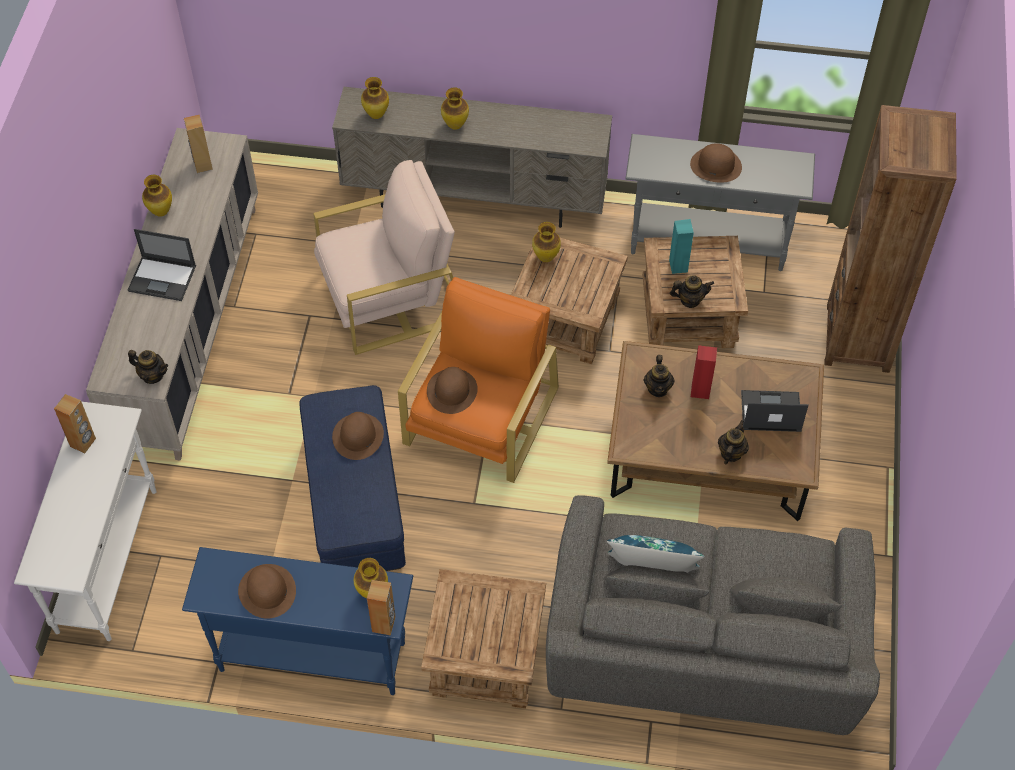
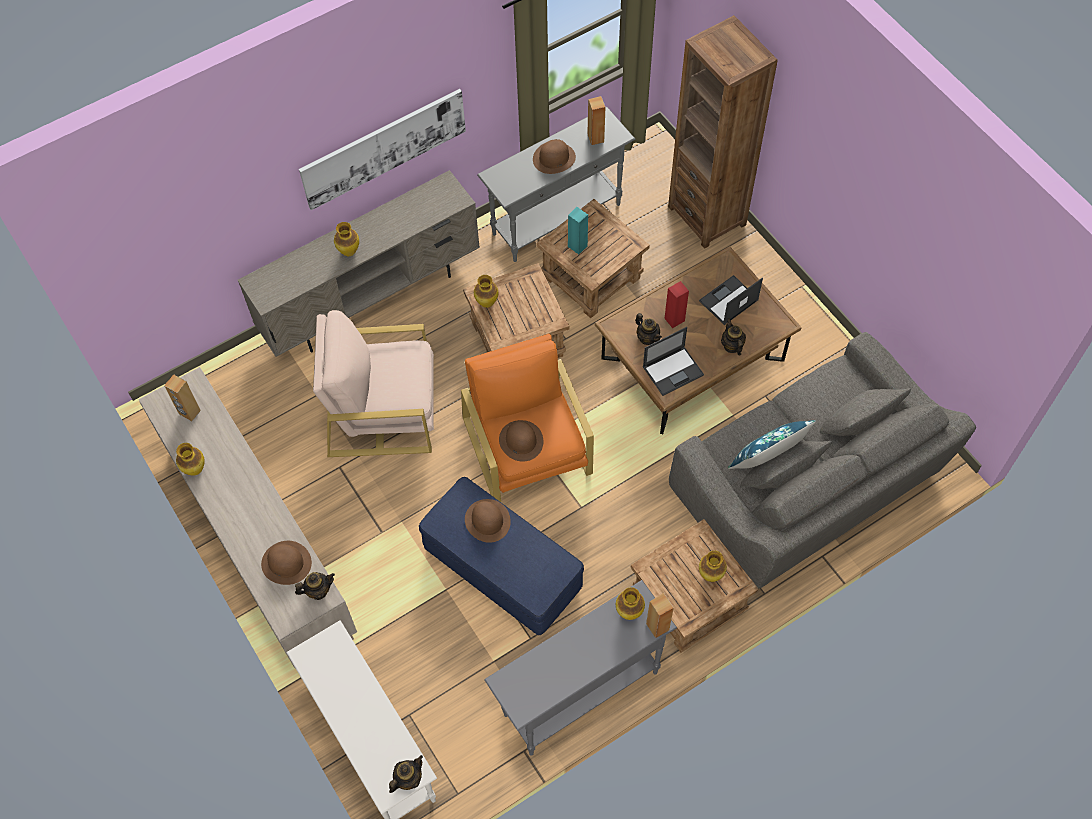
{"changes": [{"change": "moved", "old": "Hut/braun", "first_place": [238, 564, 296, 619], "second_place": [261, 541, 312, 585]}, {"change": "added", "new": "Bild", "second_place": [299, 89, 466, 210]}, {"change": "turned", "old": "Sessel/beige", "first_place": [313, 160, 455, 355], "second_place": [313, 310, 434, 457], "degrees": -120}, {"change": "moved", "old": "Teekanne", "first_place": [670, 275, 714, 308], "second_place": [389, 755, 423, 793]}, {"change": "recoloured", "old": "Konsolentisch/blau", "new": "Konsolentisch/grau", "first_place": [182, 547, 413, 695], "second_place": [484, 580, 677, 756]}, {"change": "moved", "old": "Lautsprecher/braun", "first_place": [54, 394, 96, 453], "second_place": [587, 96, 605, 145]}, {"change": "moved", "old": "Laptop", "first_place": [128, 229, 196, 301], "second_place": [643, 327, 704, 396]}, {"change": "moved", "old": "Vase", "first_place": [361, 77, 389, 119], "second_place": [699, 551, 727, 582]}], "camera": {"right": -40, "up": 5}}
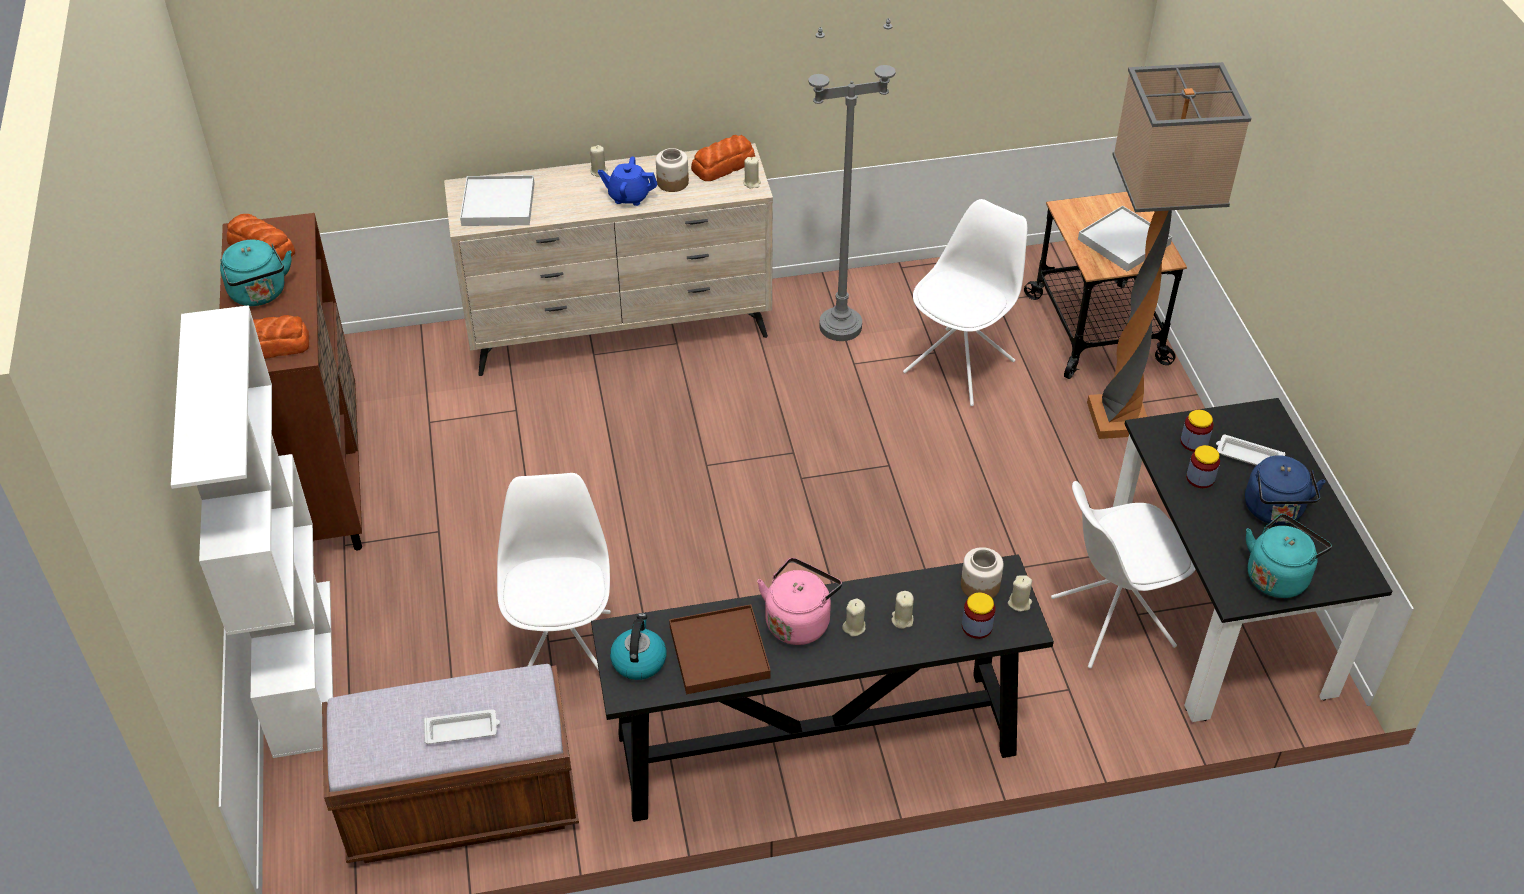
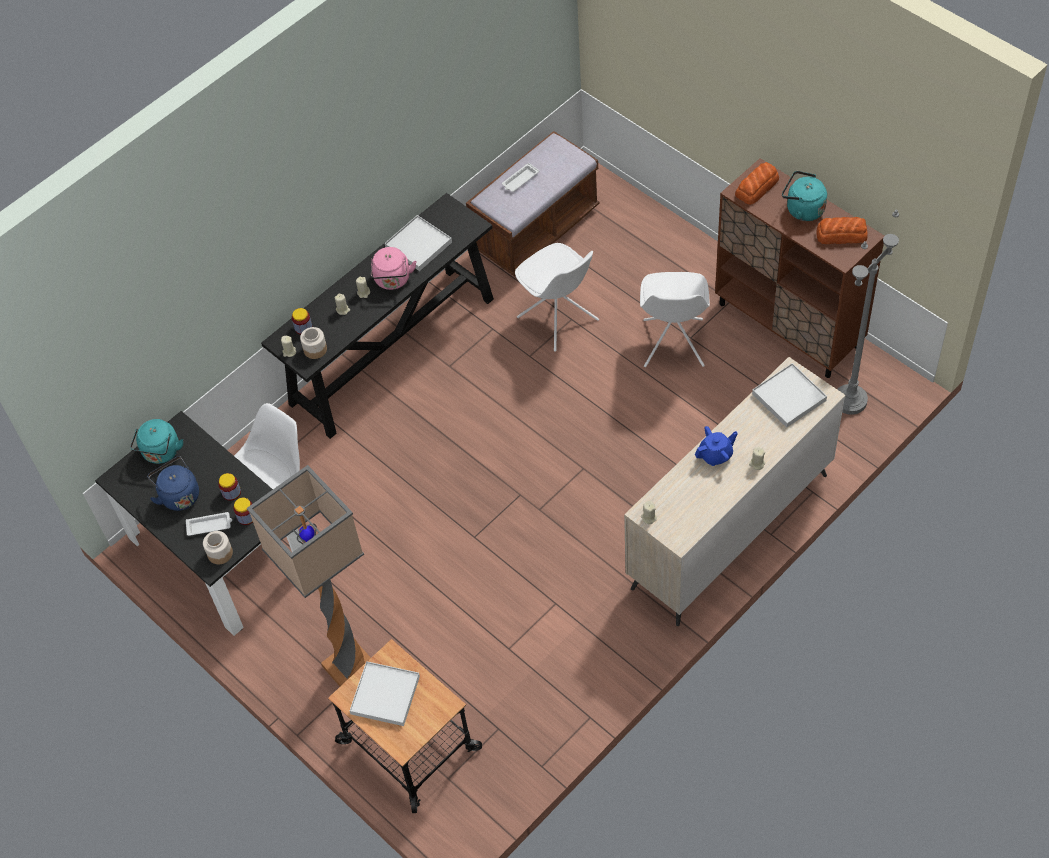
{"changes": [{"change": "moved", "old": "Vorratsglas", "first_place": [656, 148, 689, 192], "second_place": [203, 531, 233, 564]}, {"change": "recoloured", "old": "Tablett/braun", "new": "Tablett/weiß", "first_place": [669, 604, 771, 694], "second_place": [385, 215, 452, 271]}, {"change": "moved", "old": "Stuhl/weiß", "first_place": [903, 199, 1027, 406], "second_place": [640, 272, 710, 367]}, {"change": "moved", "old": "Stehlampe/grau", "first_place": [808, 18, 896, 341], "second_place": [837, 209, 899, 415]}, {"change": "removed", "old": "Bücherregal/weiß", "first_place": [171, 305, 333, 758]}, {"change": "removed", "old": "Wasserkessel", "first_place": [610, 613, 666, 680]}, {"change": "removed", "old": "Brot", "first_place": [691, 135, 755, 181]}], "camera": {"right": 150, "up": 10}}
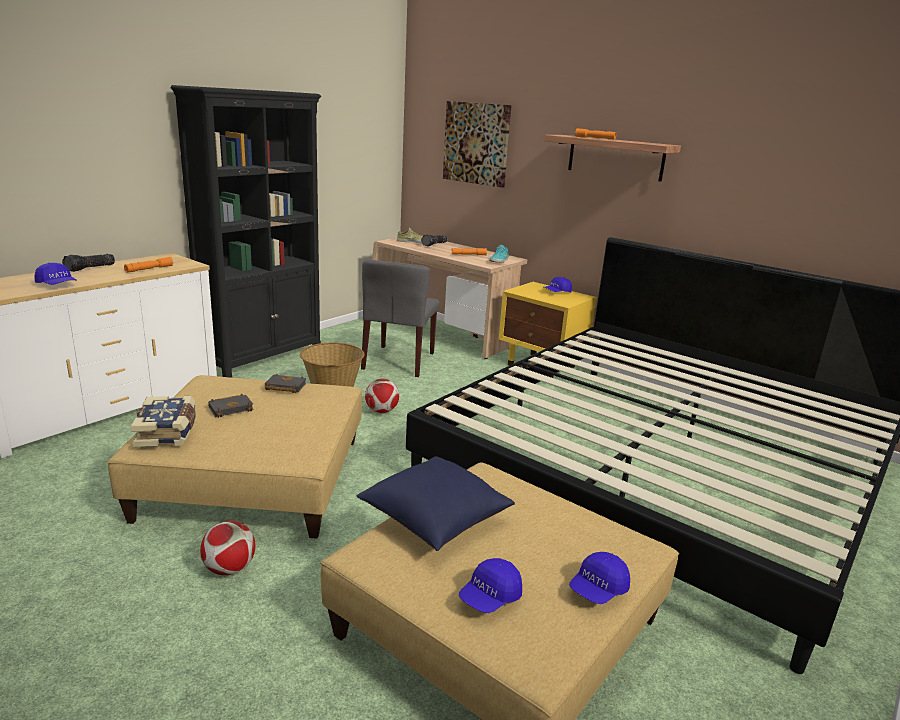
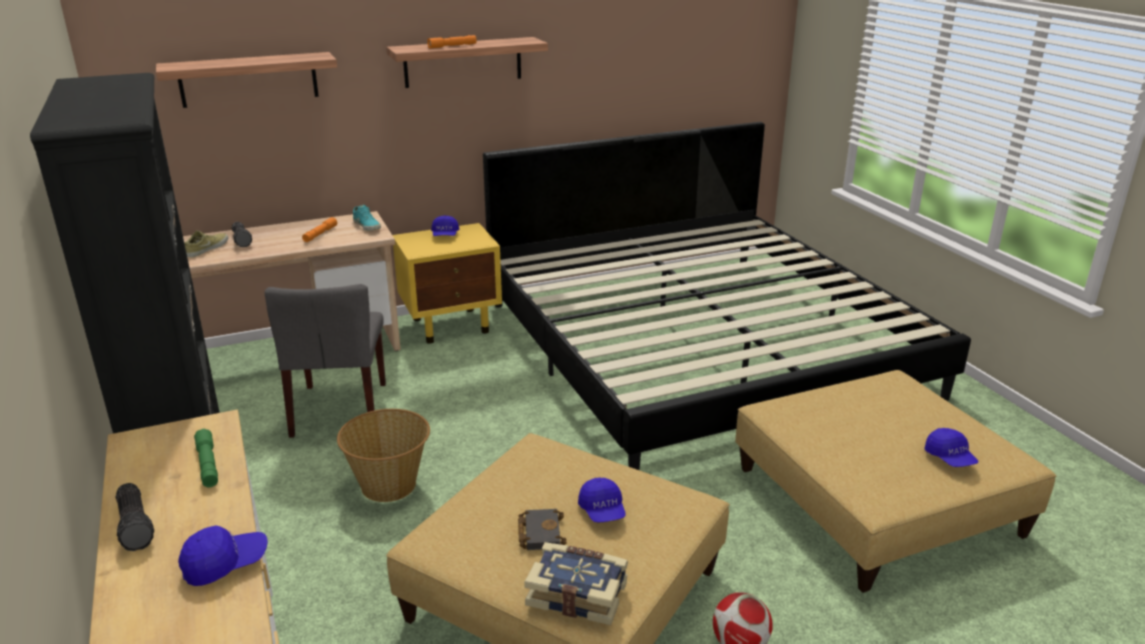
{"changes": [{"change": "replaced", "old": "Bild", "new": "Wandregal", "first_place": [443, 101, 512, 188], "second_place": [156, 52, 337, 108]}, {"change": "recoloured", "old": "Taschenlampe/orange", "new": "Taschenlampe/grün", "first_place": [124, 257, 173, 273], "second_place": [194, 429, 218, 487]}, {"change": "turned", "old": "Stuhl/grau", "first_place": [361, 260, 440, 377], "second_place": [265, 284, 386, 438], "degrees": 45}, {"change": "moved", "old": "Kappe/blau", "first_place": [569, 552, 630, 604], "second_place": [578, 477, 626, 522]}, {"change": "removed", "old": "Buch/schwarz", "first_place": [265, 373, 306, 393]}, {"change": "removed", "old": "Kissen/blau", "first_place": [356, 456, 515, 551]}, {"change": "removed", "old": "Fußball", "first_place": [365, 379, 399, 413]}], "camera": {"right": -60, "up": 5}}
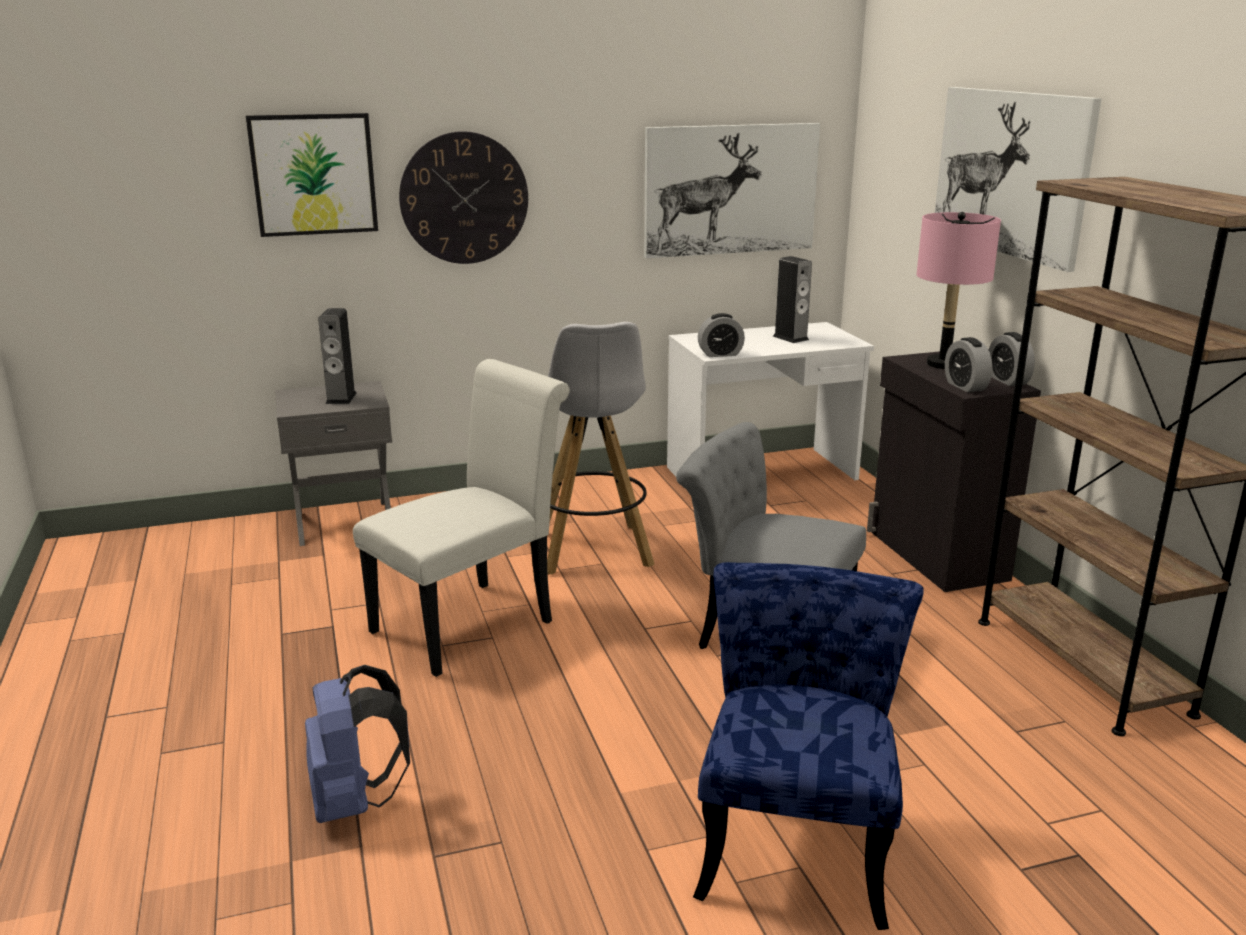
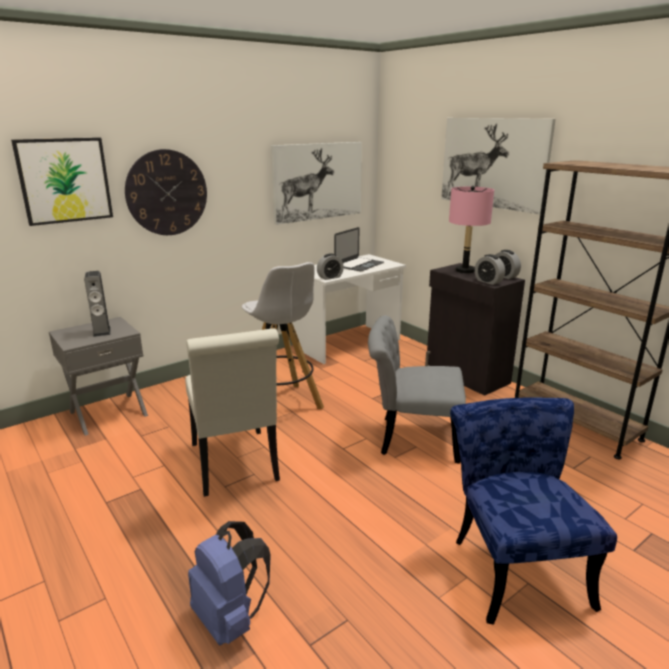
{"changes": [{"change": "turned", "old": "Stuhl/weiß", "first_place": [353, 359, 570, 677], "second_place": [185, 329, 280, 497], "degrees": 135}, {"change": "replaced", "old": "Lautsprecher", "new": "Laptop", "first_place": [773, 256, 812, 343], "second_place": [334, 227, 384, 271]}], "camera": {"right": -20, "up": 0}}
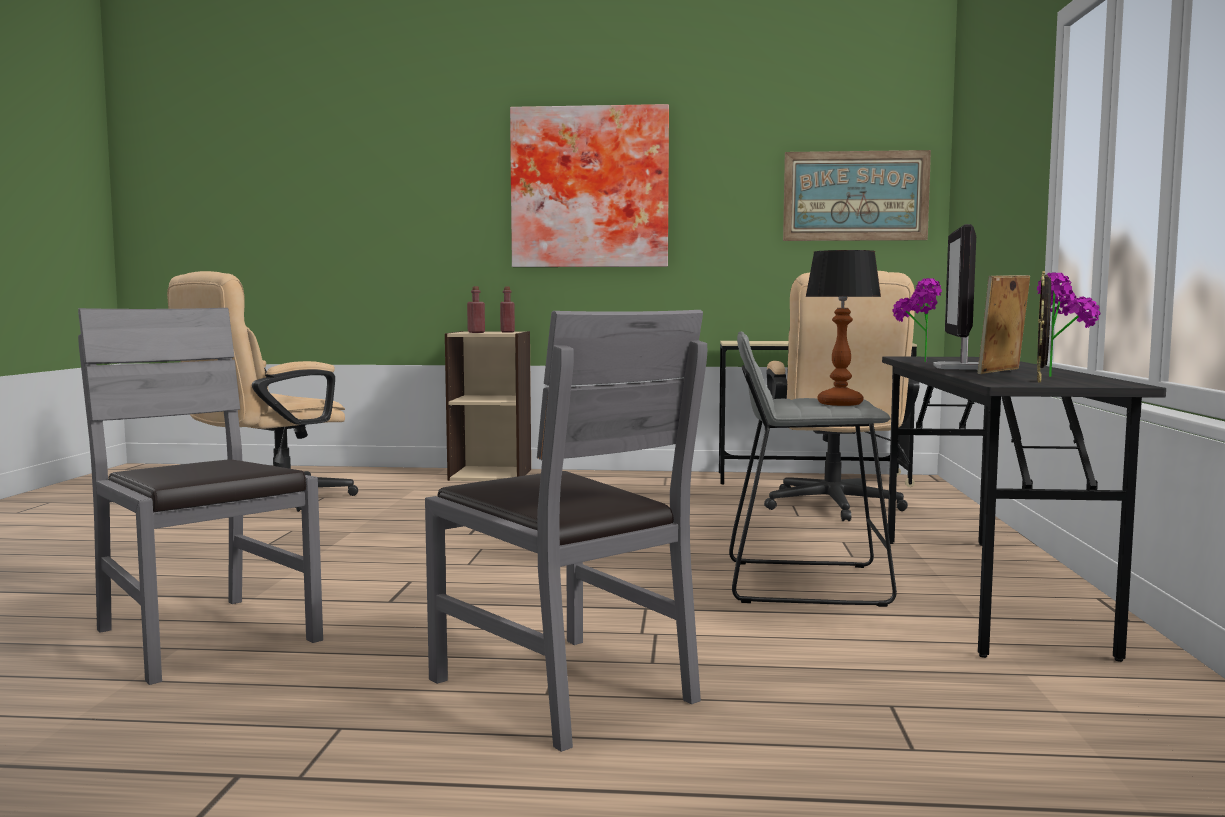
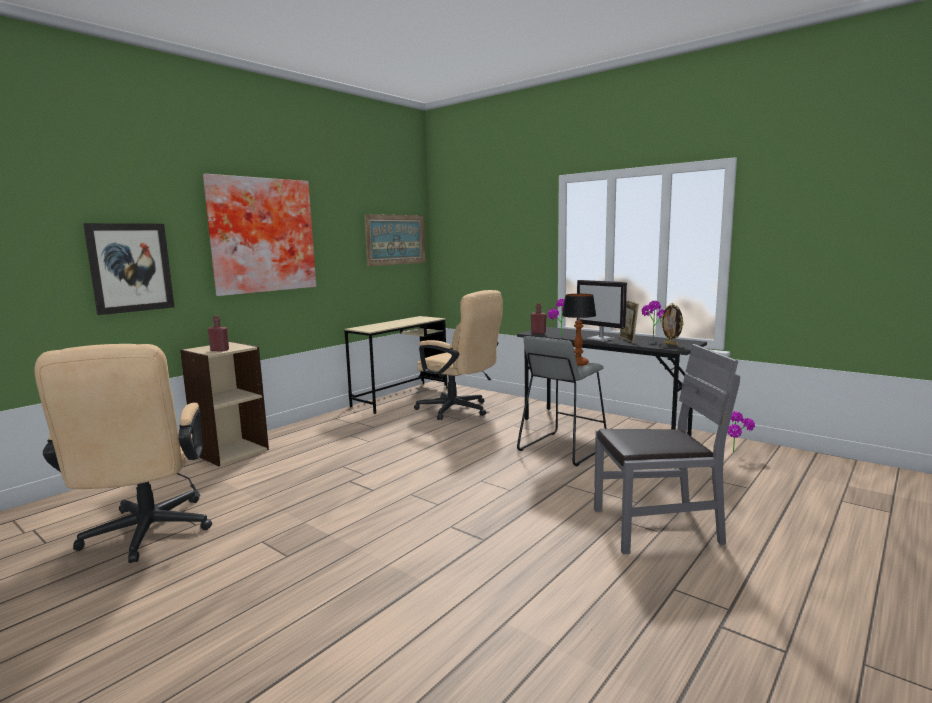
{"changes": [{"change": "added", "new": "Bild", "second_place": [83, 223, 175, 315]}, {"change": "moved", "old": "Flasche/rot", "first_place": [500, 287, 515, 333], "second_place": [531, 303, 547, 334]}, {"change": "added", "new": "Topfpflanze", "second_place": [728, 411, 755, 453]}, {"change": "removed", "old": "Stuhl/grau", "first_place": [78, 308, 323, 685]}], "camera": {"right": -55, "up": 5}}
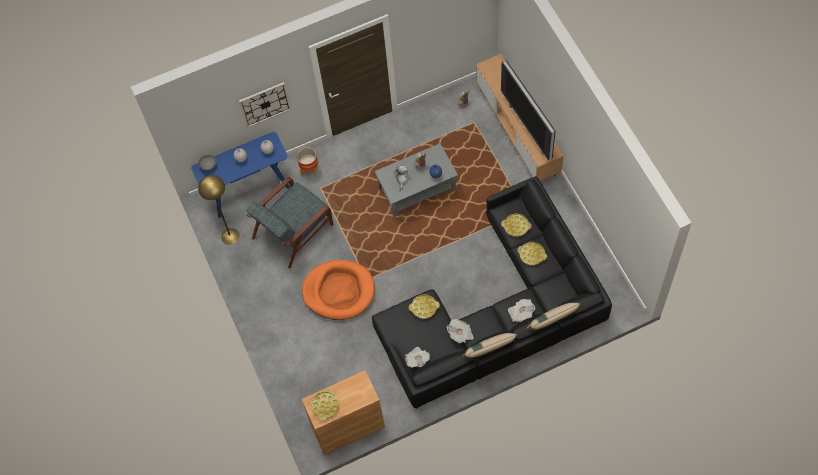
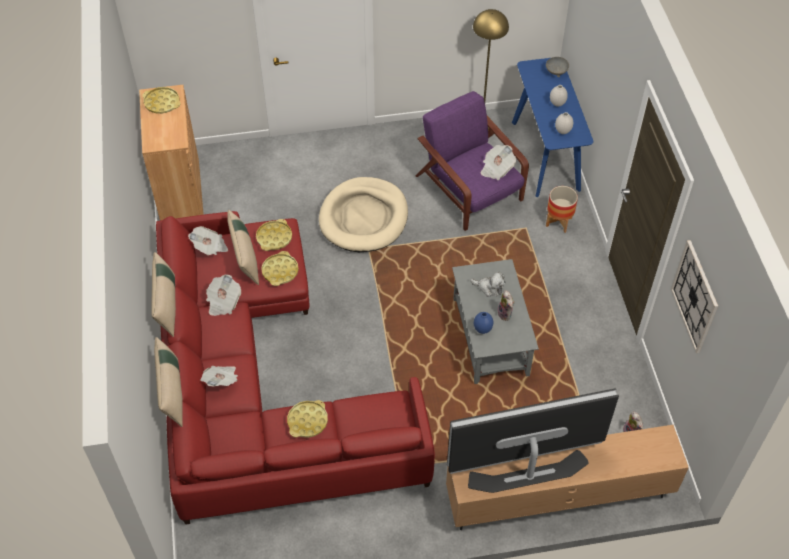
{"changes": [{"change": "recoloured", "old": "Sofa/schwarz", "new": "Sofa/rot", "first_place": [372, 176, 612, 409], "second_place": [156, 211, 435, 525]}, {"change": "added", "new": "Kissen/beige", "second_place": [227, 210, 259, 285]}, {"change": "moved", "old": "Tablett/gelb", "first_place": [501, 214, 532, 237], "second_place": [256, 219, 292, 251]}, {"change": "recoloured", "old": "Hundebett/orange", "new": "Hundebett/beige", "first_place": [302, 260, 375, 320], "second_place": [319, 177, 408, 252]}, {"change": "recoloured", "old": "Sessel/grau", "new": "Sessel/lila", "first_place": [246, 177, 334, 269], "second_place": [415, 91, 529, 231]}, {"change": "added", "new": "Zeitung", "second_place": [481, 145, 516, 180]}, {"change": "moved", "old": "Wanduhr", "first_place": [239, 82, 291, 128], "second_place": [671, 240, 718, 353]}], "camera": {"right": 100, "up": -10}}
